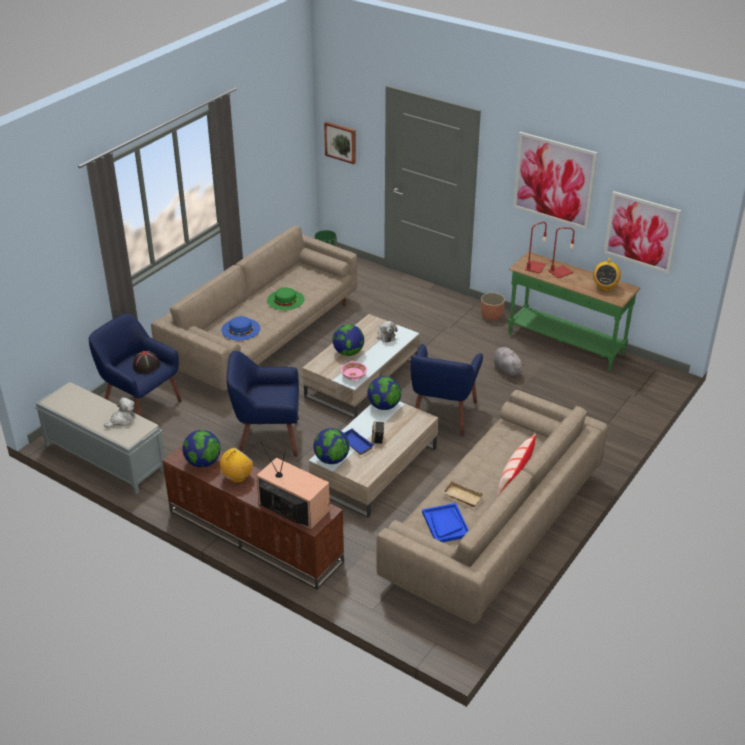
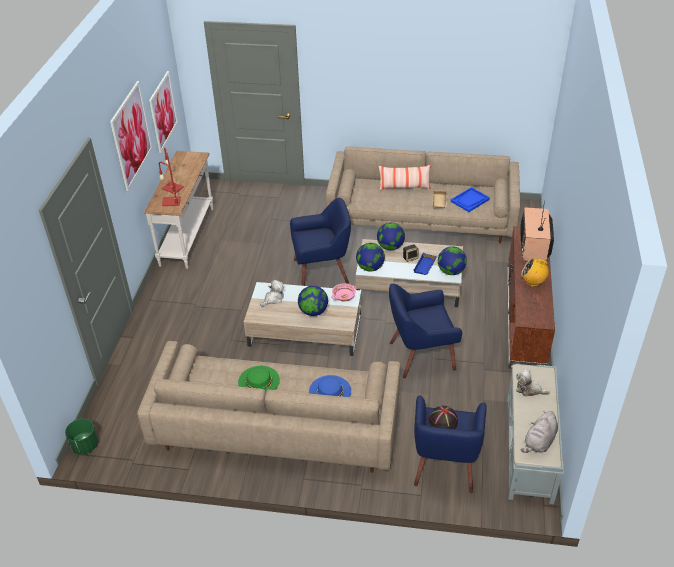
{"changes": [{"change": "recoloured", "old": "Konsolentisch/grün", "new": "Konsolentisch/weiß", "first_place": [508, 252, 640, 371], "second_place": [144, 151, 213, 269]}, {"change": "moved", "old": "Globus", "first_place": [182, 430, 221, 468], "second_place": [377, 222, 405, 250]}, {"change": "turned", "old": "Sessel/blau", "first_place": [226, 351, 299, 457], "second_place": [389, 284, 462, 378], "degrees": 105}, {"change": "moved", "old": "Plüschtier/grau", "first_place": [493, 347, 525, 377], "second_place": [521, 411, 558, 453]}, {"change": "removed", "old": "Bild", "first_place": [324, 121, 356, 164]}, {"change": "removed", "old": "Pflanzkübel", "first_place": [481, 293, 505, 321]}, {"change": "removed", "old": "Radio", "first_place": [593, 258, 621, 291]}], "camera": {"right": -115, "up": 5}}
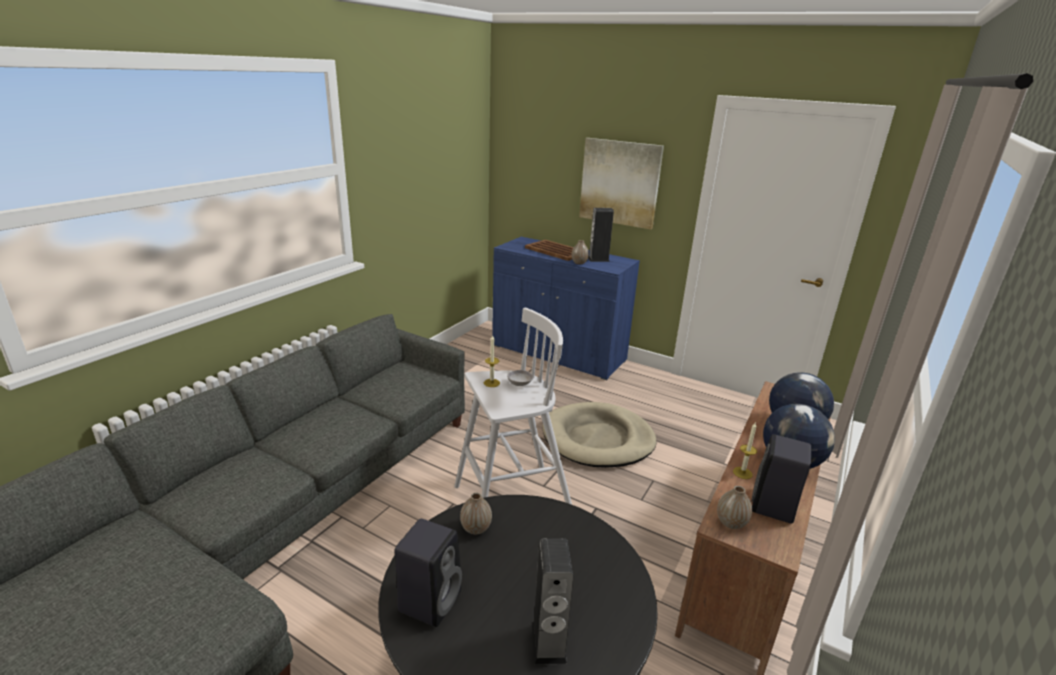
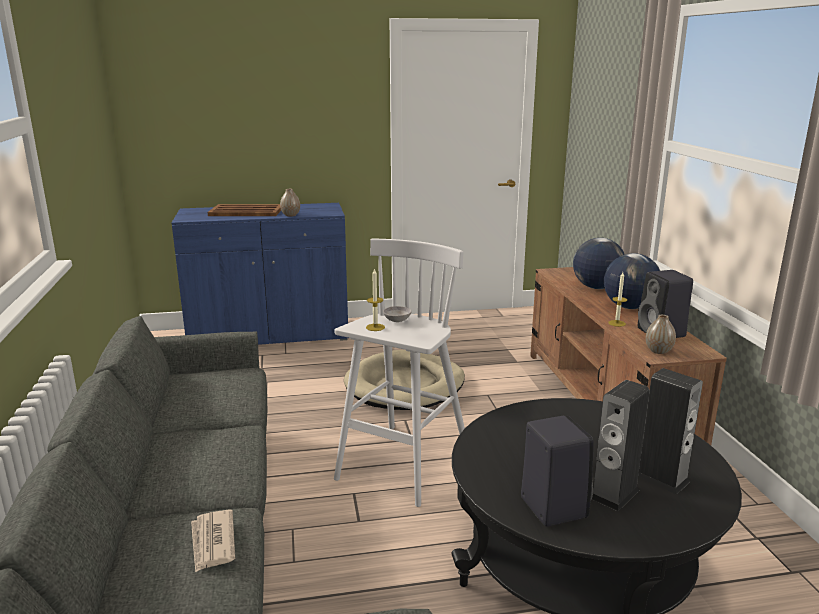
{"changes": [{"change": "added", "new": "Zeitung", "second_place": [191, 510, 235, 573]}, {"change": "moved", "old": "Lautsprecher", "first_place": [588, 208, 614, 262], "second_place": [592, 380, 650, 511]}, {"change": "removed", "old": "Vase", "first_place": [460, 493, 492, 535]}, {"change": "removed", "old": "Bild", "first_place": [579, 138, 664, 229]}], "camera": {"right": -40, "up": -5}}
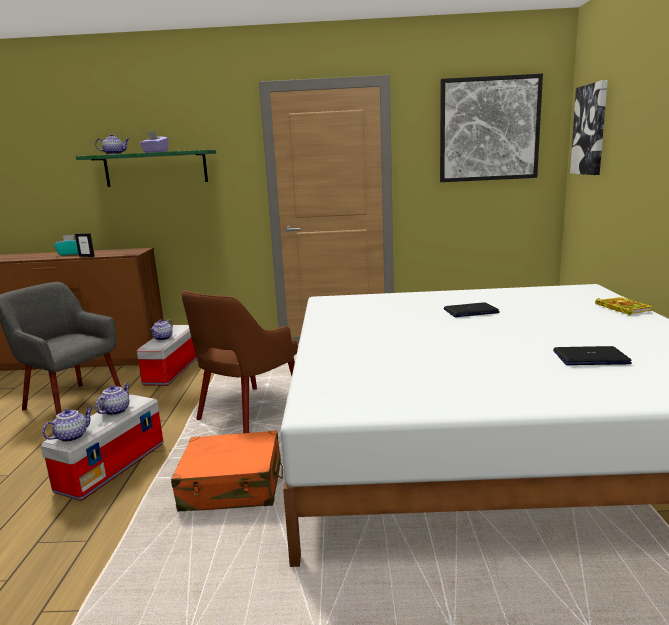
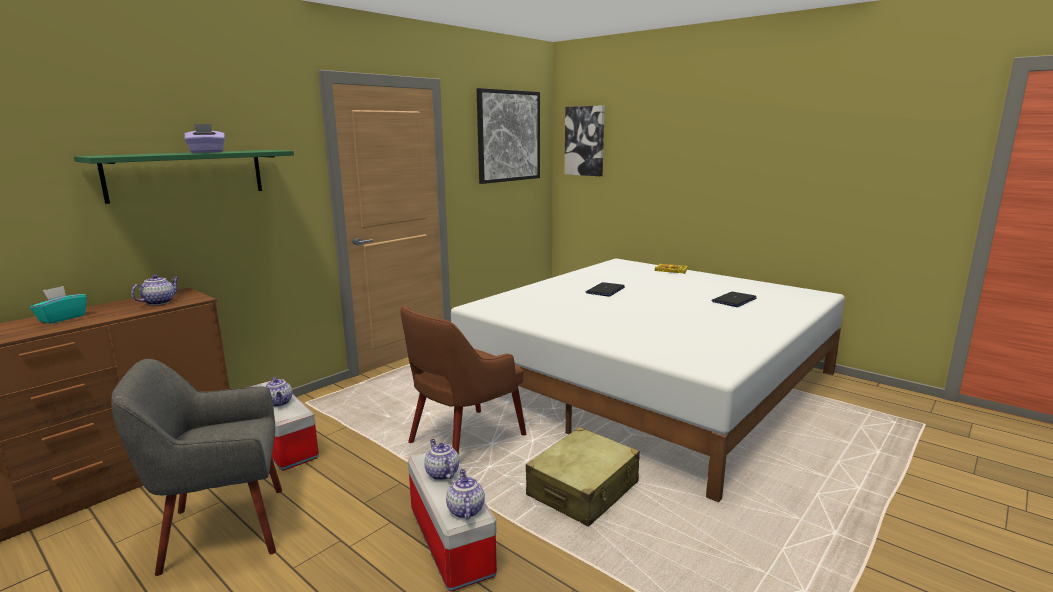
{"changes": [{"change": "moved", "old": "Teekanne", "first_place": [95, 134, 129, 155], "second_place": [131, 274, 179, 305]}, {"change": "turned", "old": "Sessel/braun", "first_place": [182, 290, 298, 433], "second_place": [400, 305, 526, 455], "degrees": 60}, {"change": "recoloured", "old": "Koffer/orange", "new": "Koffer/beige", "first_place": [171, 431, 283, 511], "second_place": [526, 427, 640, 526]}, {"change": "removed", "old": "Bilderrahmen", "first_place": [75, 233, 95, 257]}], "camera": {"right": -50, "up": 0}}
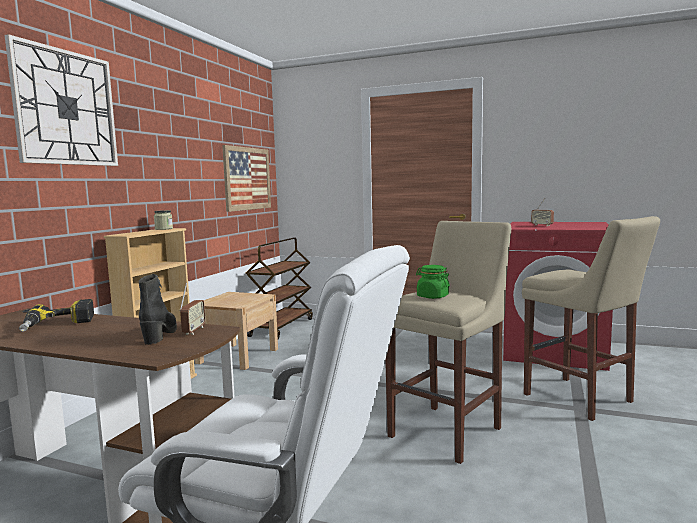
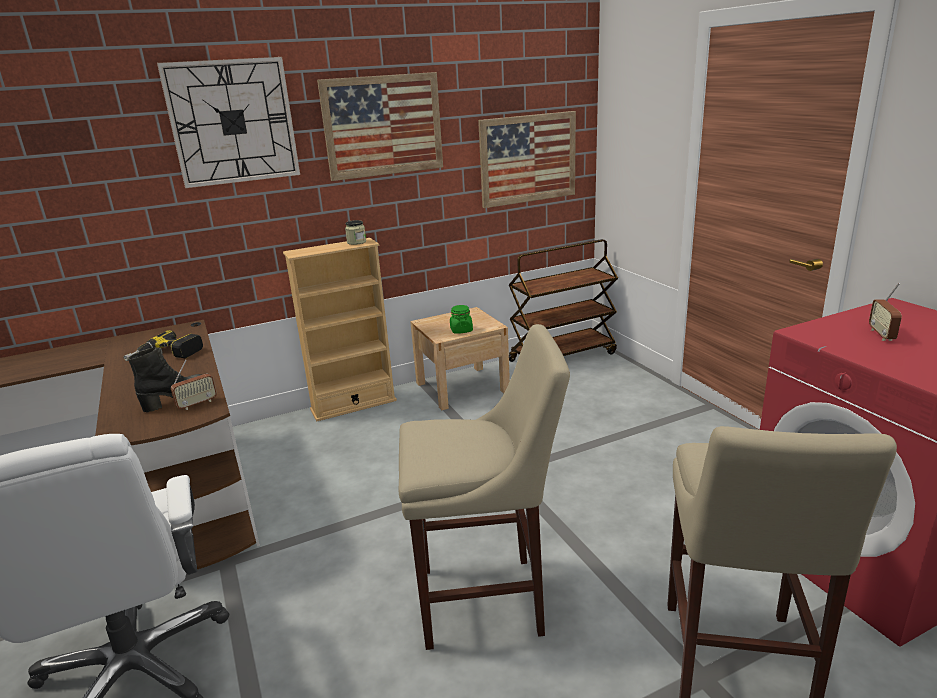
{"changes": [{"change": "added", "new": "Bild", "second_place": [317, 72, 443, 181]}, {"change": "moved", "old": "Vorratsglas/grün", "first_place": [416, 265, 450, 299], "second_place": [450, 305, 473, 334]}], "camera": {"right": 45, "up": 15}}
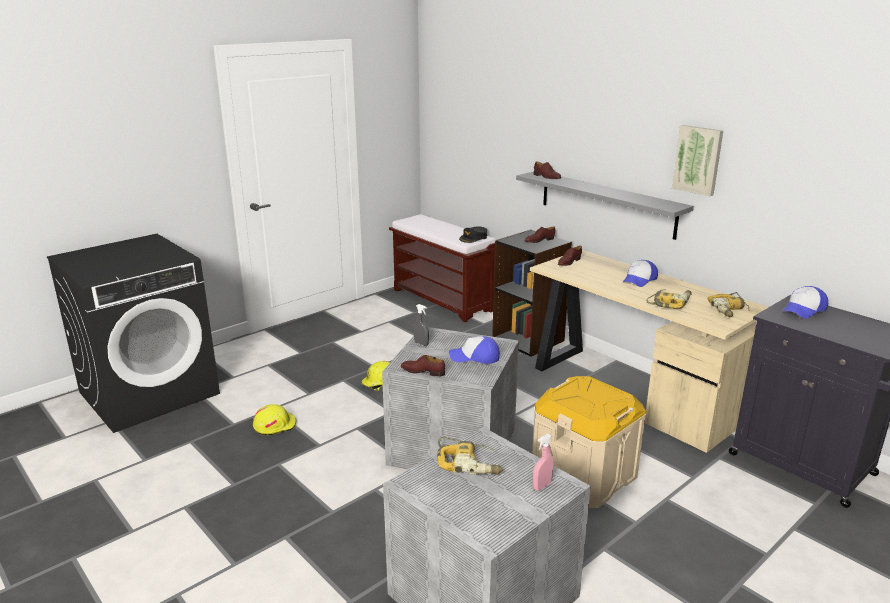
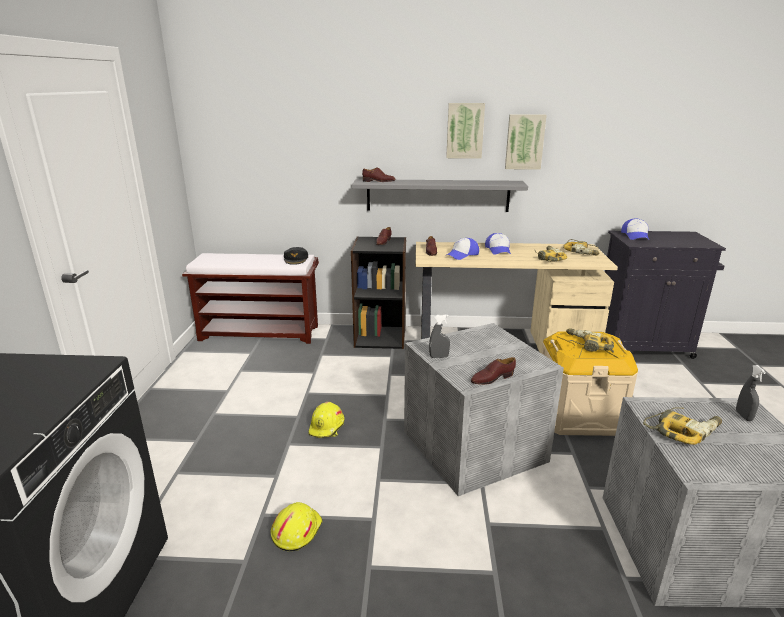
{"changes": [{"change": "moved", "old": "Kappe", "first_place": [449, 336, 500, 364], "second_place": [445, 238, 479, 260]}, {"change": "added", "new": "Bild", "second_place": [446, 103, 485, 159]}, {"change": "added", "new": "Bohrmaschine", "second_place": [566, 328, 614, 353]}, {"change": "recoloured", "old": "Sprühflasche/rosa", "new": "Sprühflasche/grau", "first_place": [533, 434, 553, 491], "second_place": [736, 365, 766, 421]}], "camera": {"right": -45, "up": 0}}
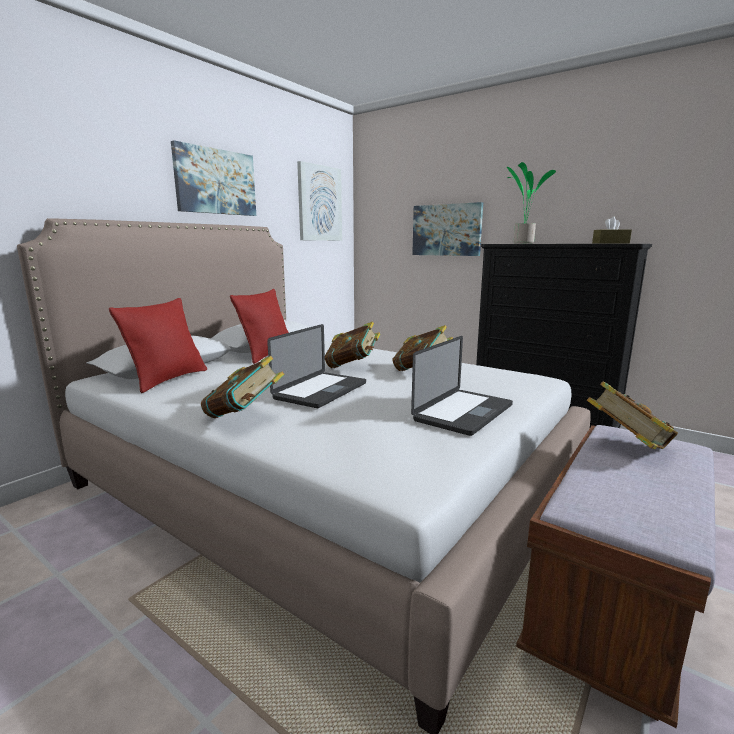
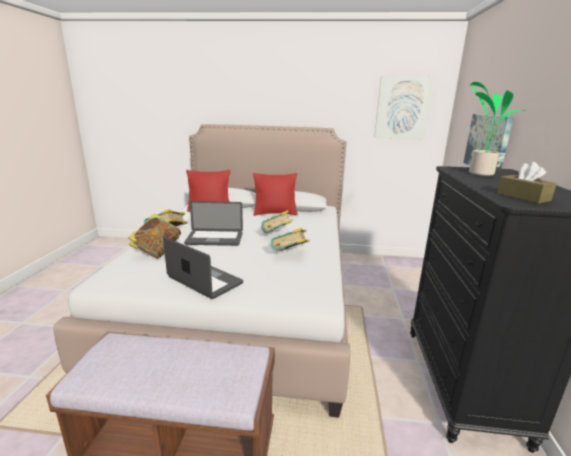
{"changes": [{"change": "moved", "old": "Buch", "first_place": [587, 382, 678, 449], "second_place": [128, 213, 181, 259]}, {"change": "turned", "old": "Laptop", "first_place": [411, 336, 513, 436], "second_place": [163, 237, 243, 299], "degrees": -150}, {"change": "removed", "old": "Bild", "first_place": [171, 140, 256, 216]}], "camera": {"right": 60, "up": 5}}
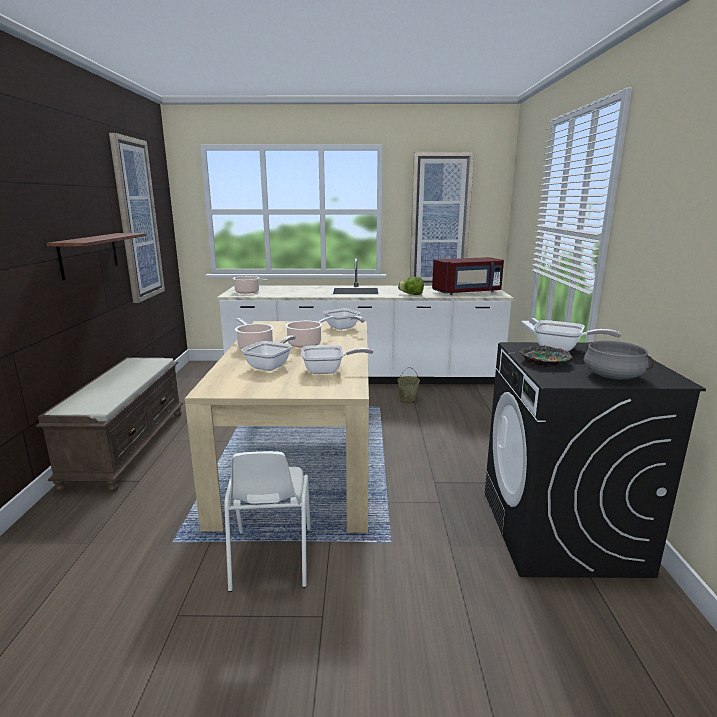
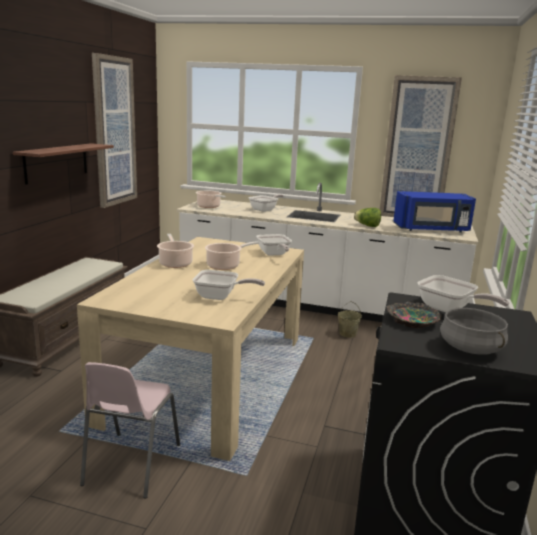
{"changes": [{"change": "recoloured", "old": "Stuhl/weiß", "new": "Stuhl/rosa", "first_place": [224, 451, 311, 592], "second_place": [80, 362, 180, 498]}, {"change": "moved", "old": "Pfanne", "first_place": [242, 335, 296, 371], "second_place": [249, 194, 284, 212]}, {"change": "recoloured", "old": "Mikrowelle/rot", "new": "Mikrowelle/blau", "first_place": [432, 257, 504, 295], "second_place": [393, 191, 476, 233]}], "camera": {"right": 15, "up": 0}}
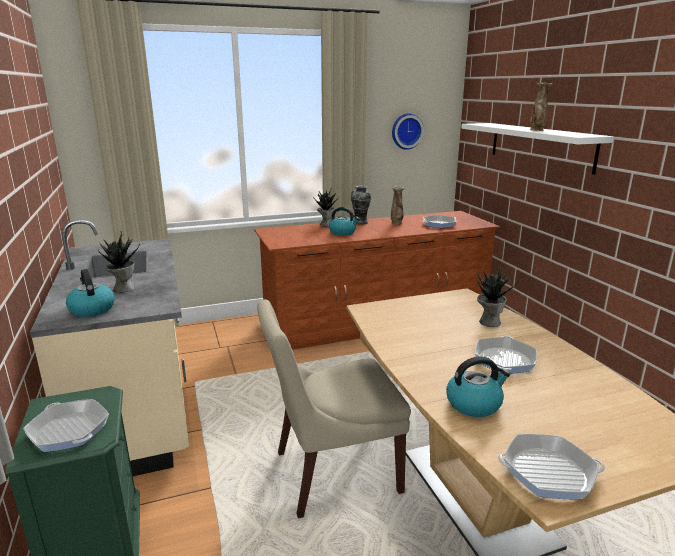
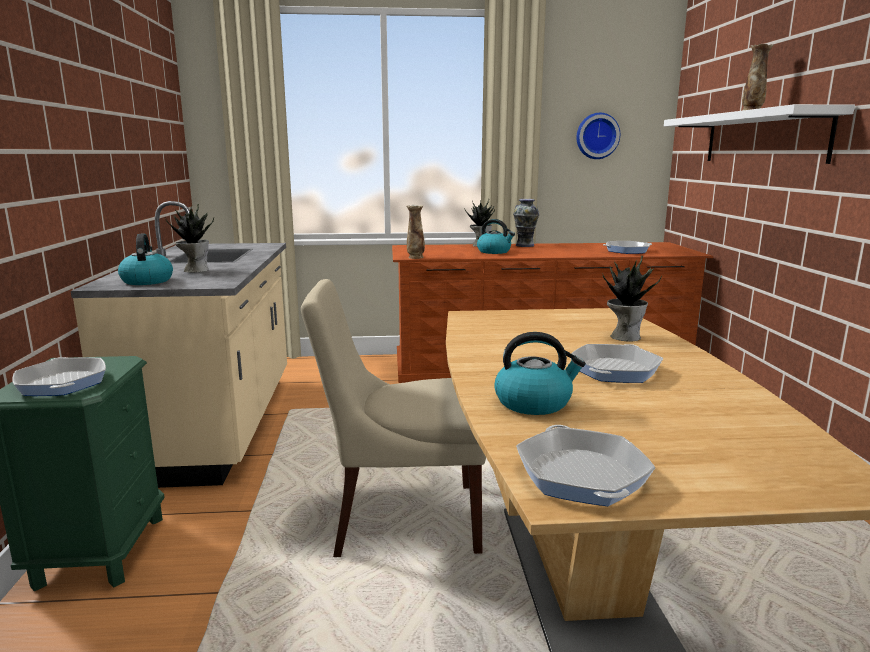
{"changes": [{"change": "moved", "old": "Vase", "first_place": [391, 186, 404, 225], "second_place": [407, 205, 425, 259]}, {"change": "turned", "old": "Pfanne", "first_place": [498, 434, 605, 499], "second_place": [516, 425, 655, 506], "degrees": -120}], "camera": {"right": 15, "up": -5}}
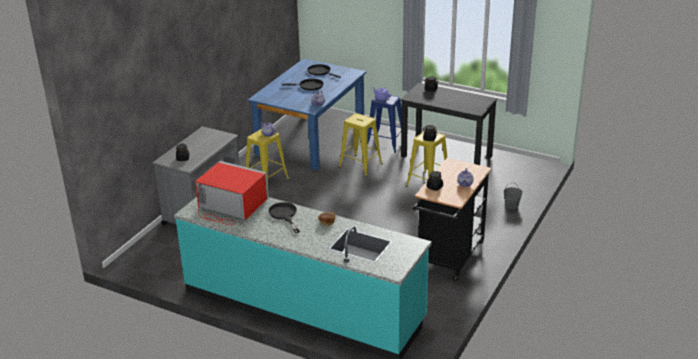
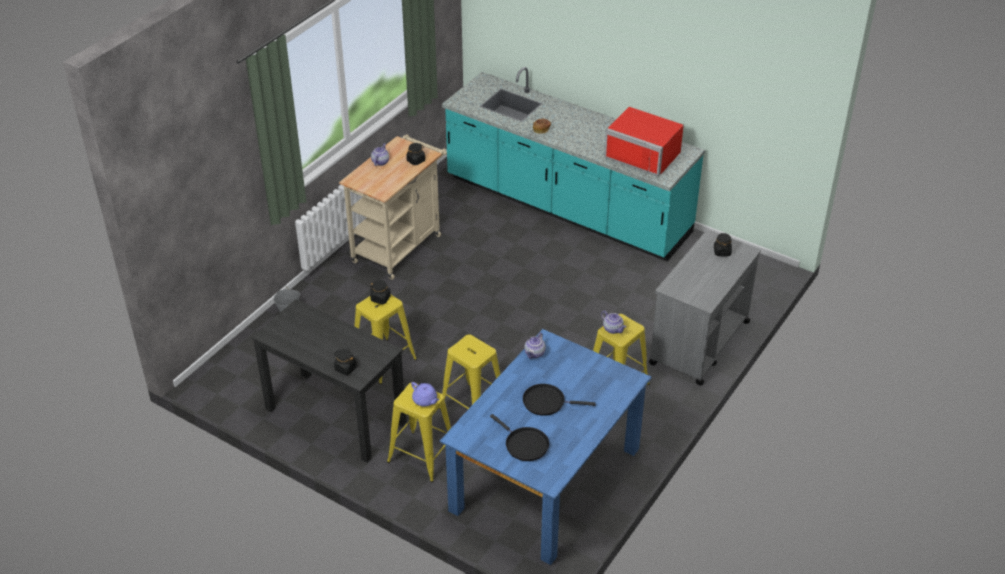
{"changes": [{"change": "recoloured", "old": "Rollwagen/schwarz", "new": "Rollwagen/beige", "first_place": [412, 158, 491, 281], "second_place": [339, 134, 447, 280]}, {"change": "recoloured", "old": "Hocker/blau", "new": "Hocker/gelb", "first_place": [367, 95, 402, 153], "second_place": [387, 383, 451, 482]}, {"change": "removed", "old": "Pfanne/schwarz", "first_place": [268, 202, 300, 233]}], "camera": {"right": -175, "up": 10}}
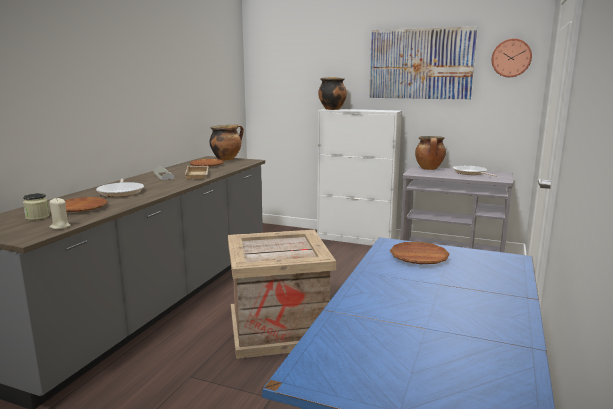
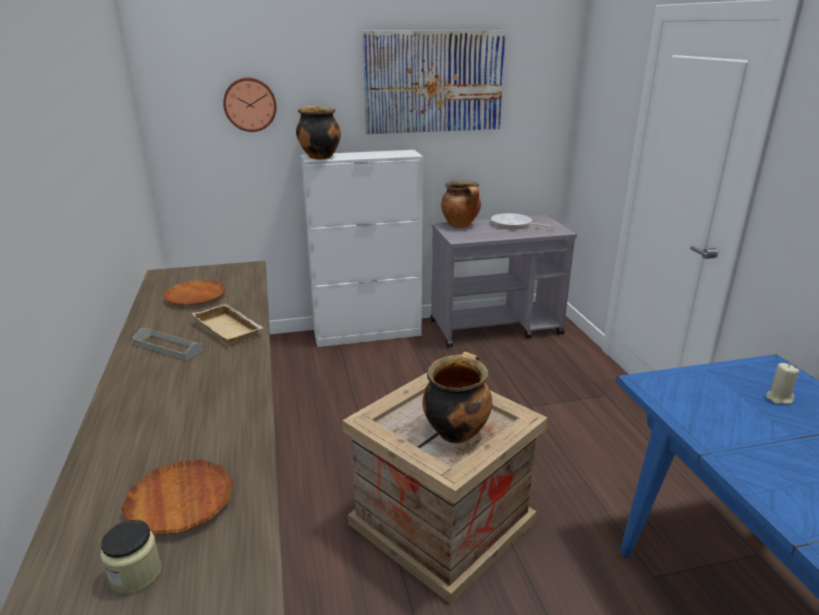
{"changes": [{"change": "moved", "old": "Wanduhr", "first_place": [491, 38, 532, 77], "second_place": [223, 78, 277, 132]}, {"change": "moved", "old": "Kochtopf", "first_place": [209, 125, 244, 161], "second_place": [422, 352, 492, 443]}, {"change": "moved", "old": "Kerze/beige", "first_place": [49, 198, 71, 229], "second_place": [766, 363, 799, 404]}, {"change": "removed", "old": "Pfanne", "first_place": [96, 179, 144, 197]}, {"change": "removed", "old": "Teller/braun", "first_place": [390, 242, 449, 264]}], "camera": {"right": -35, "up": 10}}
